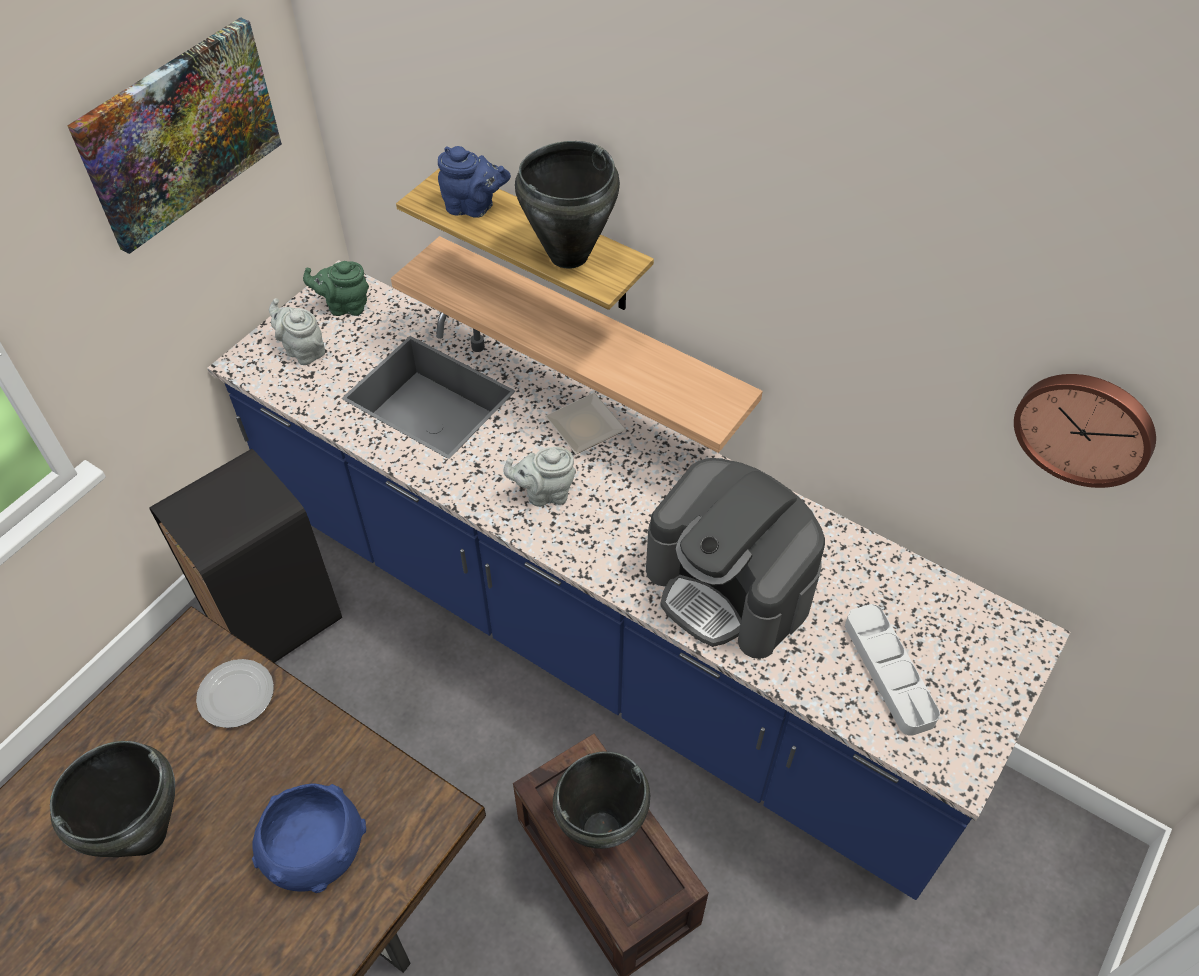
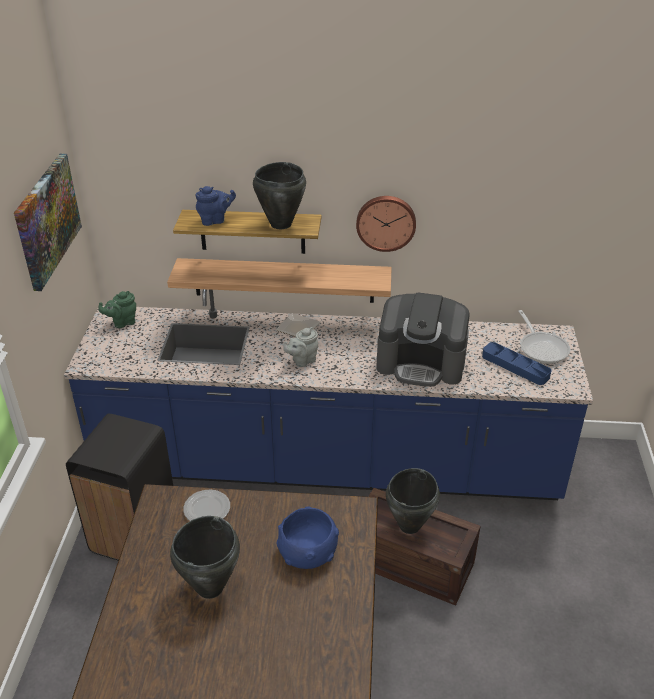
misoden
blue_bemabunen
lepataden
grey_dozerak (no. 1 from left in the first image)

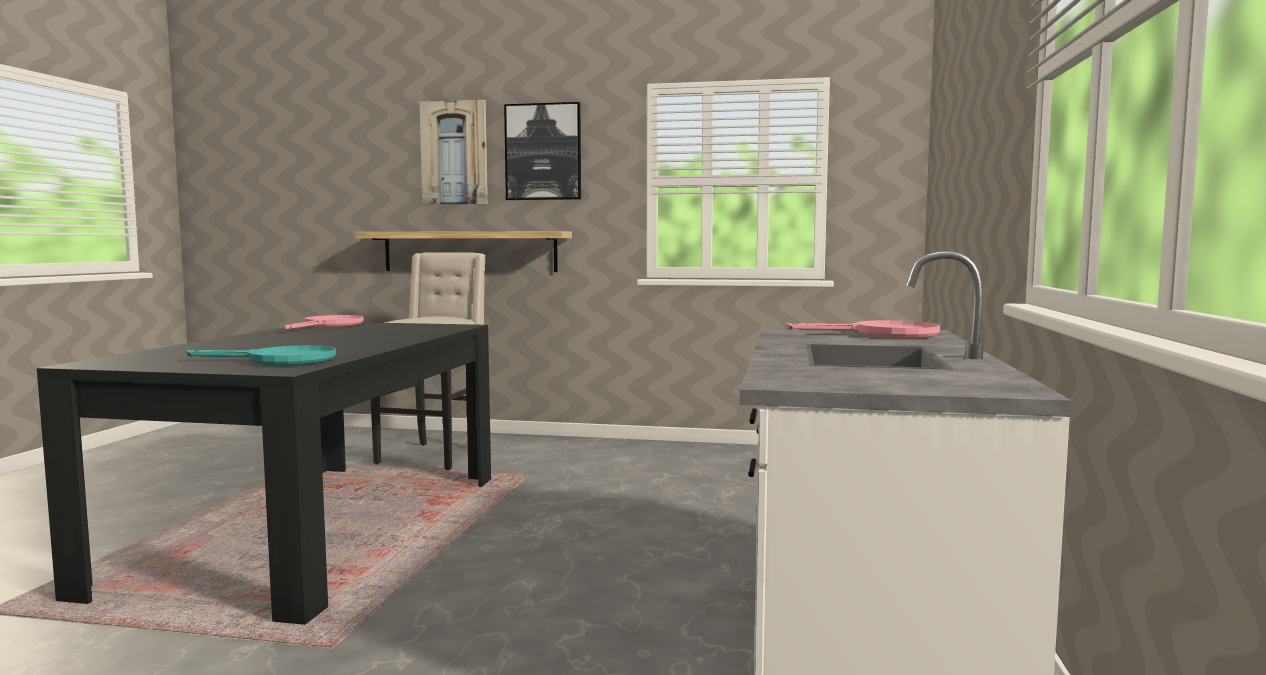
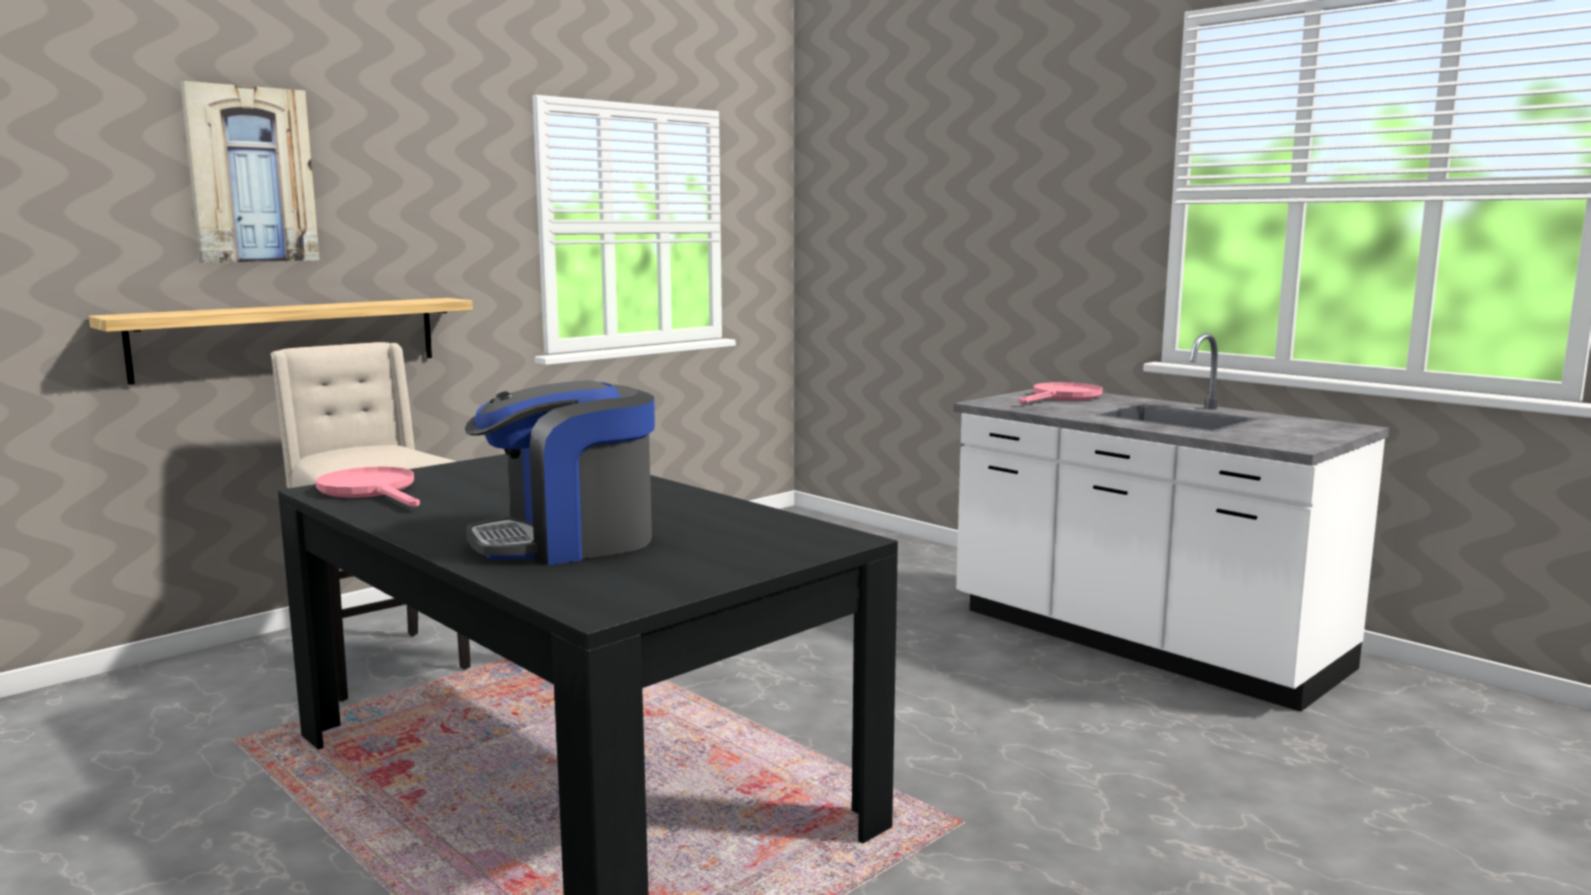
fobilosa
turquoise_lepataden
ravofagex (no. 2 from left in the first image)

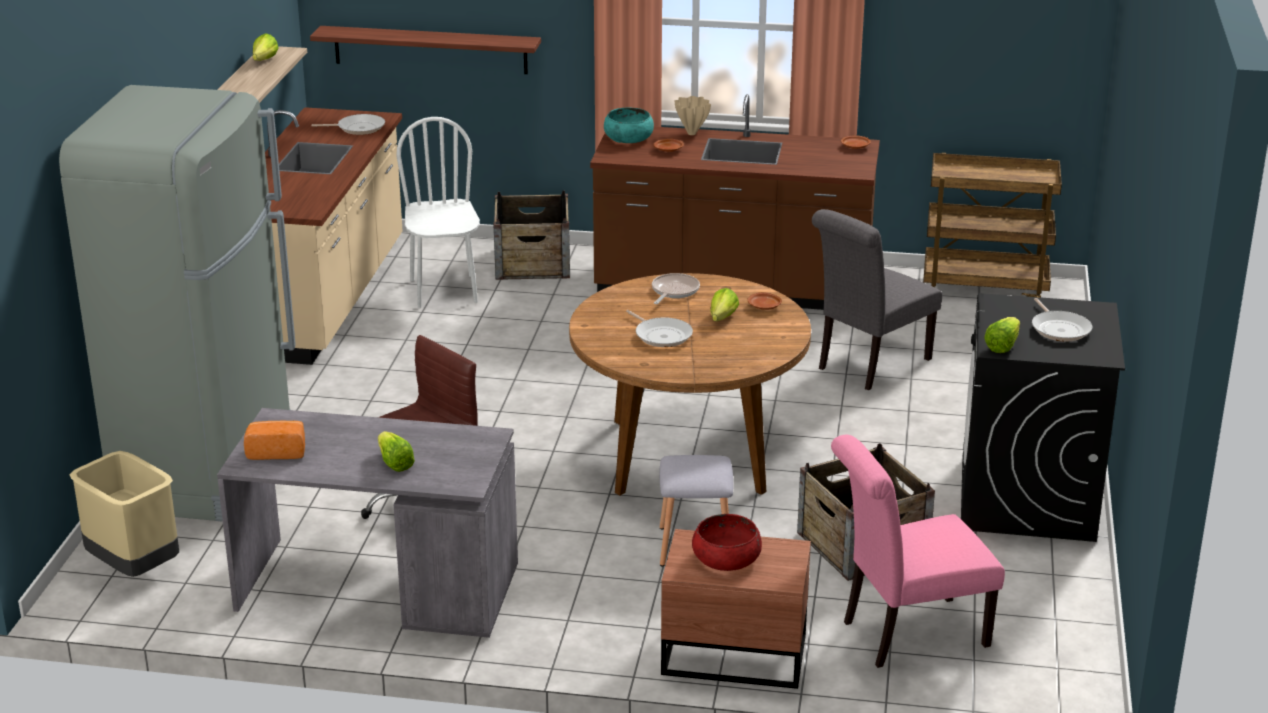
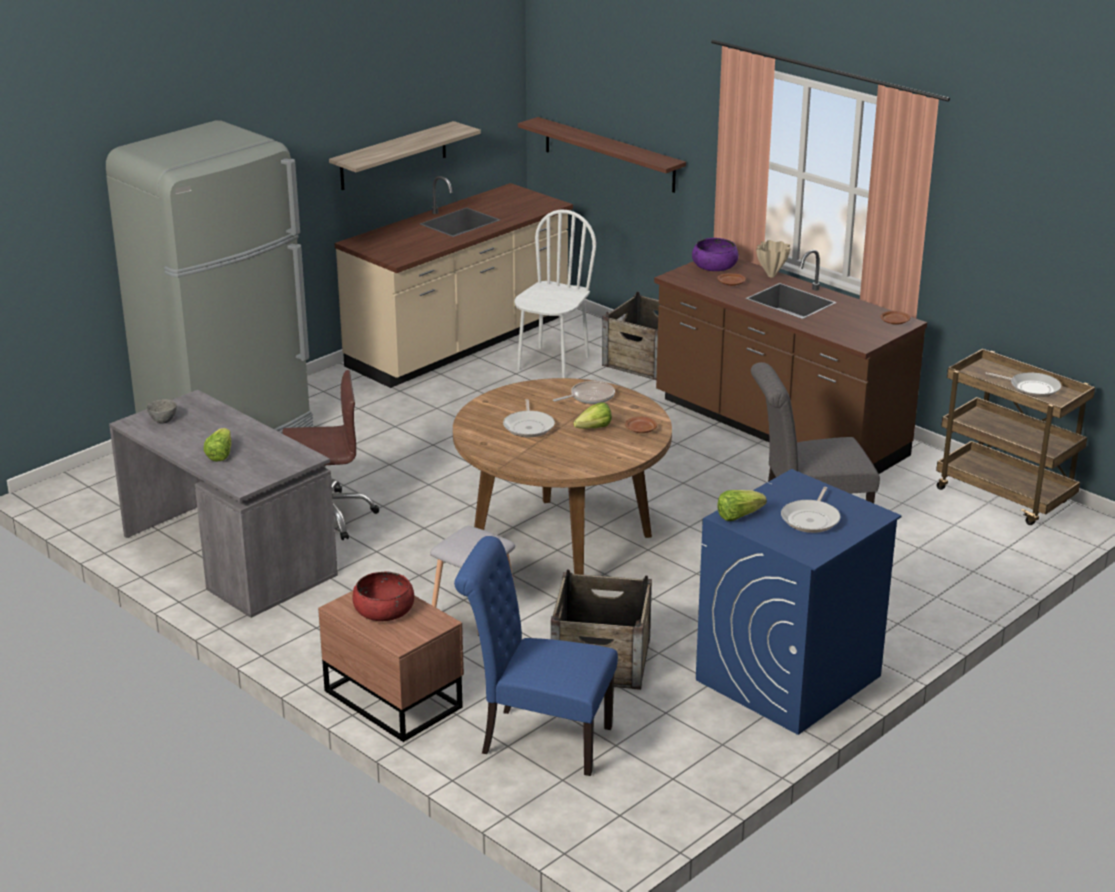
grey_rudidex
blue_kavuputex
purple_rudidex
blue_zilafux
lepataden (no. 4 from left)
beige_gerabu
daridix (no. 1 from left in the first image)

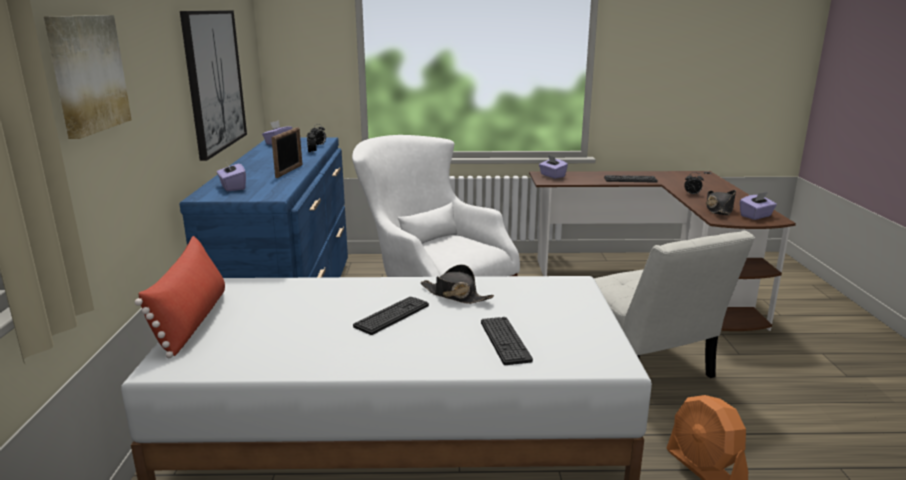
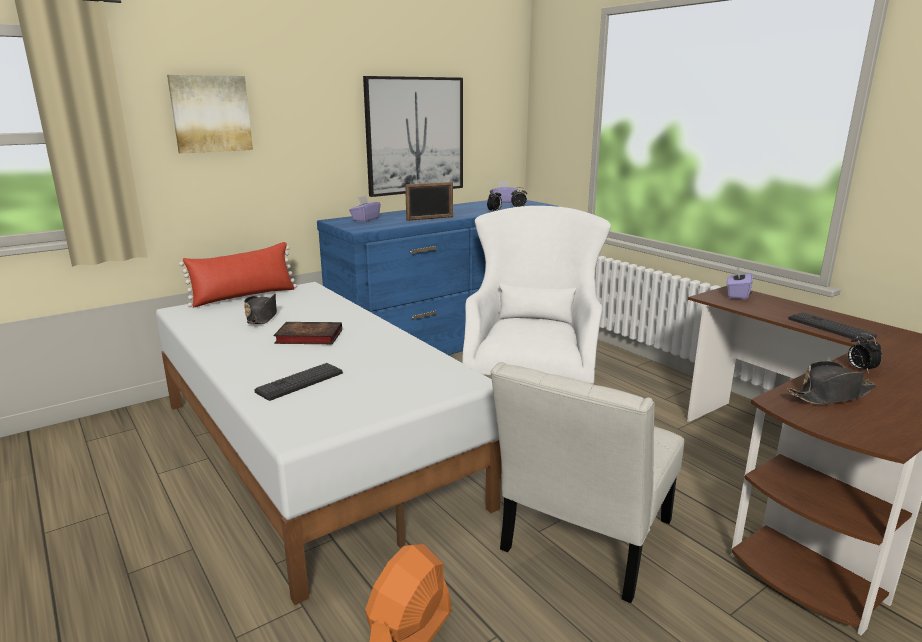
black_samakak (no. 1 from left)
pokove
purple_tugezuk (no. 4 from left in the first image)

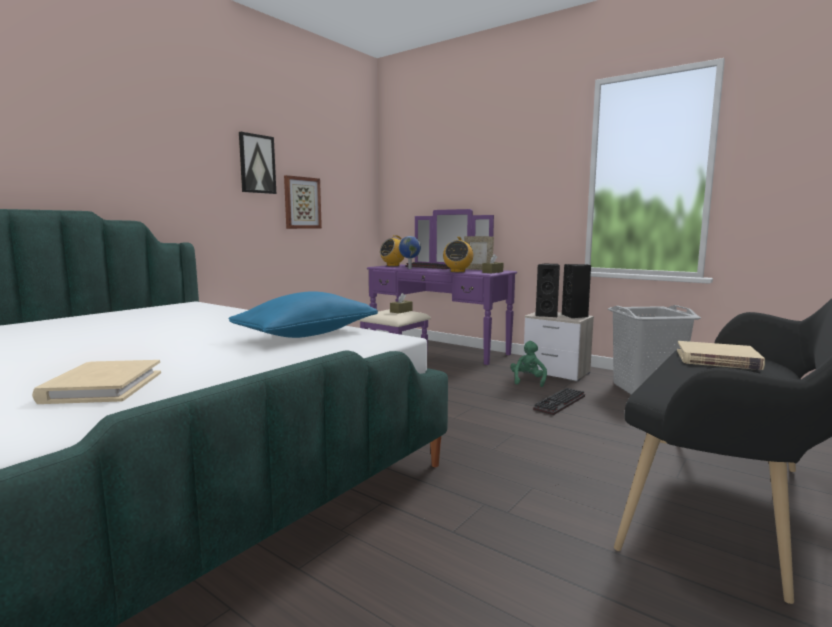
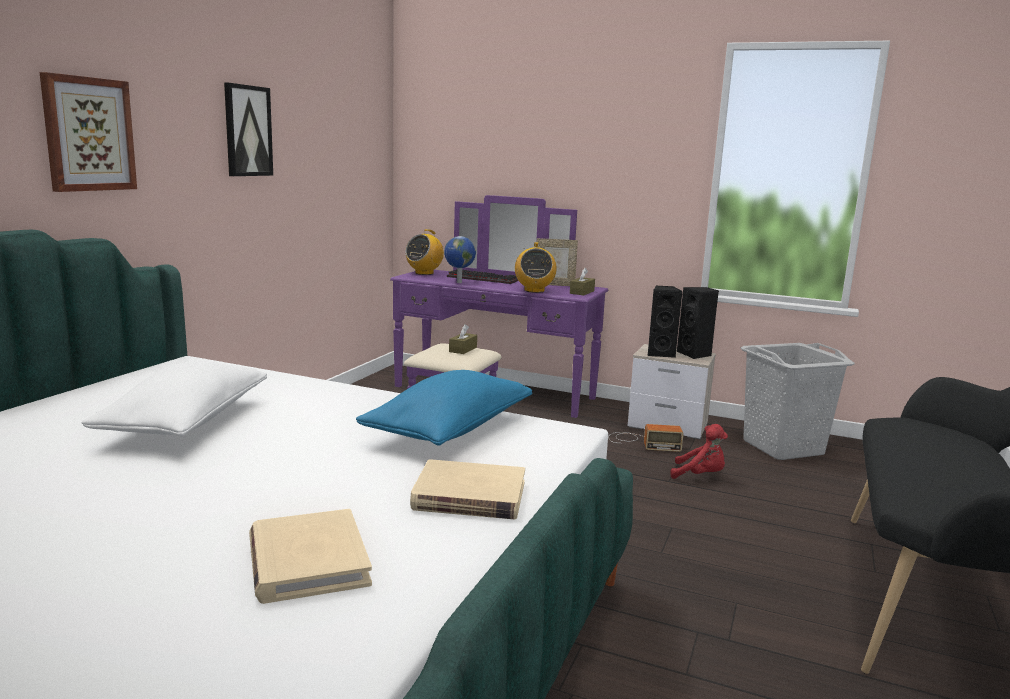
ravofagex (no. 1 from left)
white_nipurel
beige_pokove (no. 2 from left)
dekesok (no. 3 from left)
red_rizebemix

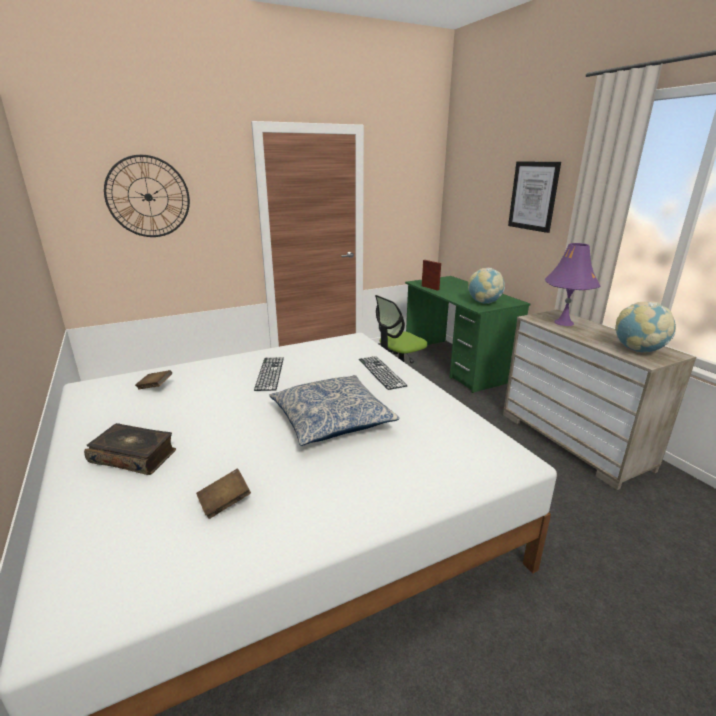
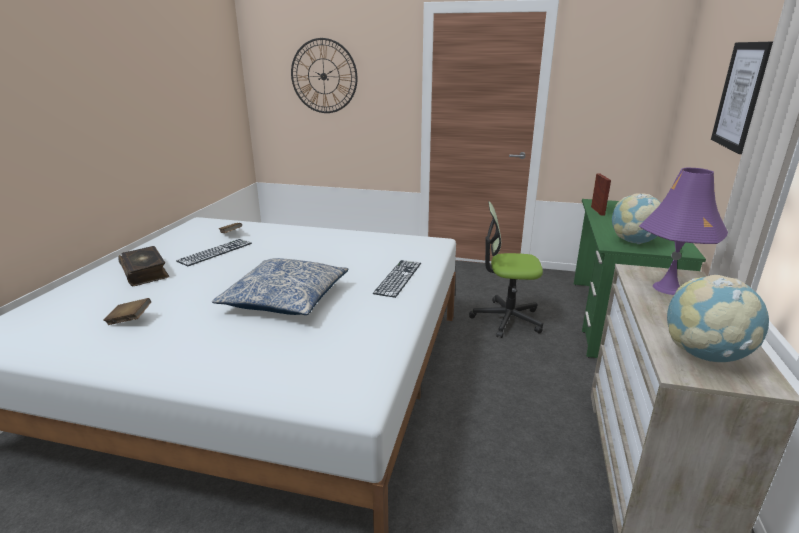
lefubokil (no. 1 from left)

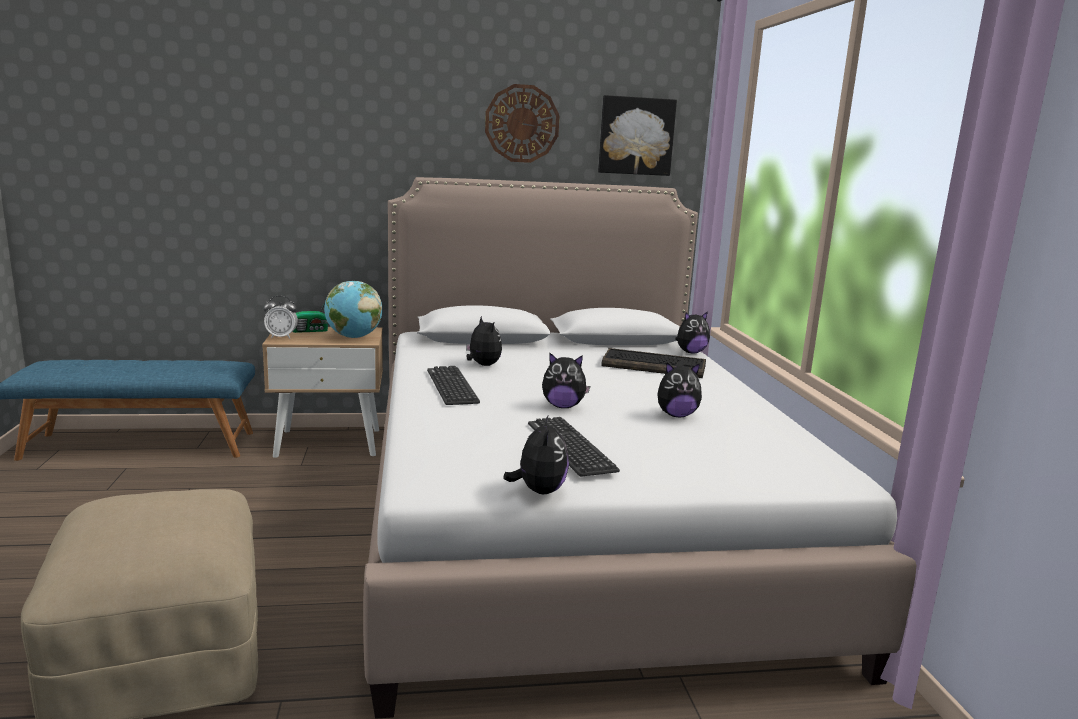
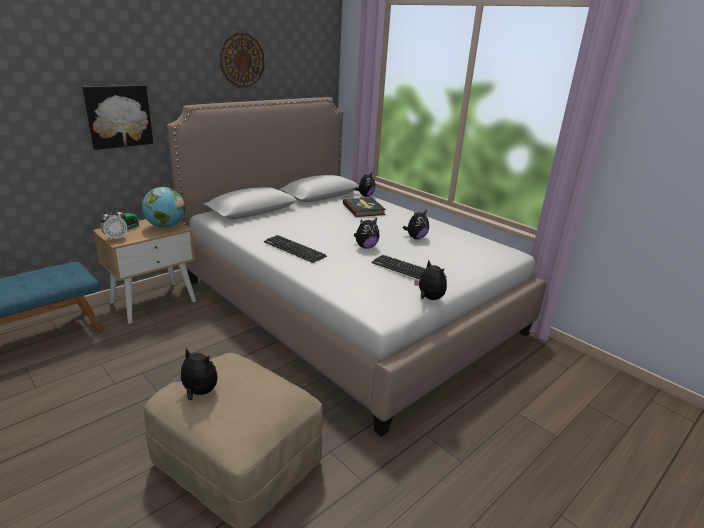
ravofagex
rizebemix (no. 1 from left)
pokove

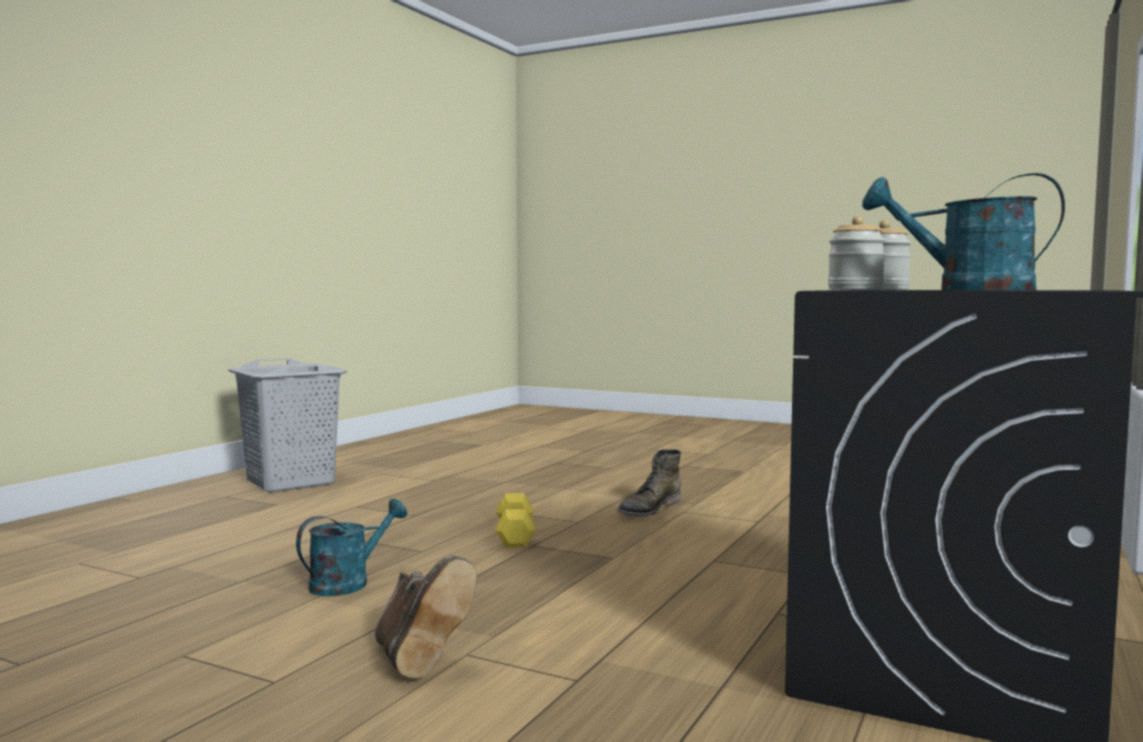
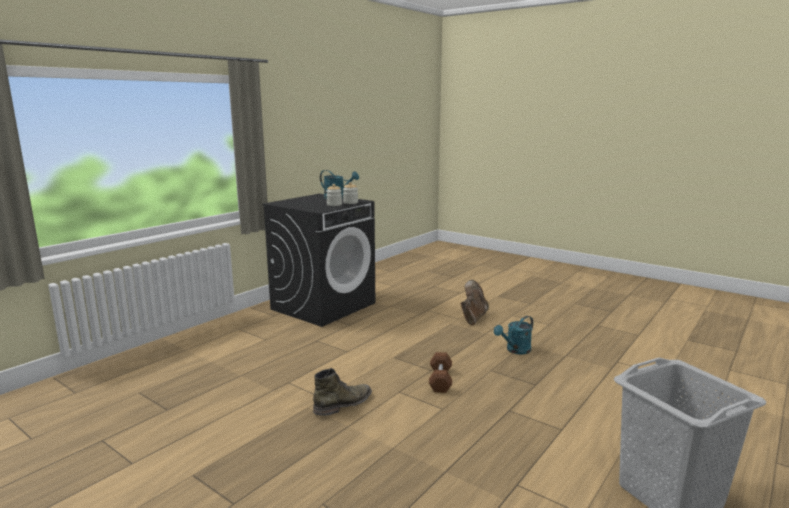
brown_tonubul
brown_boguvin

